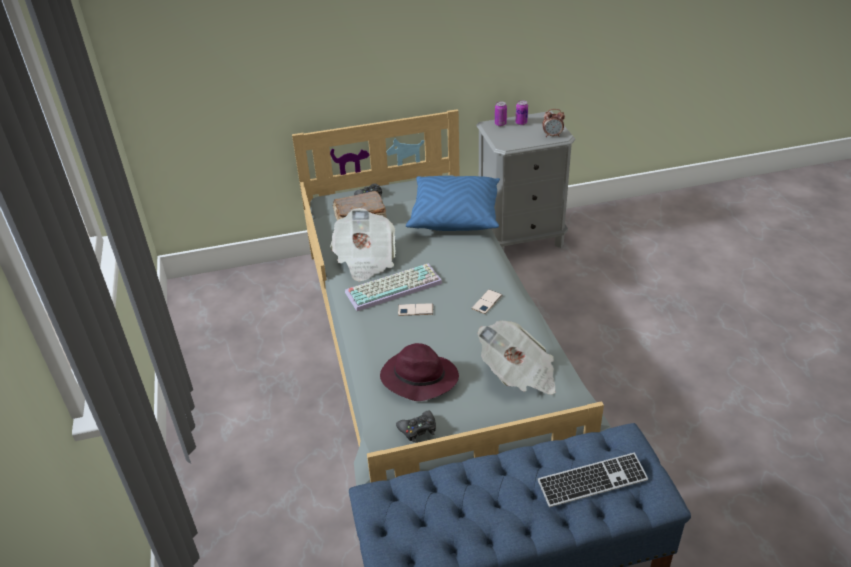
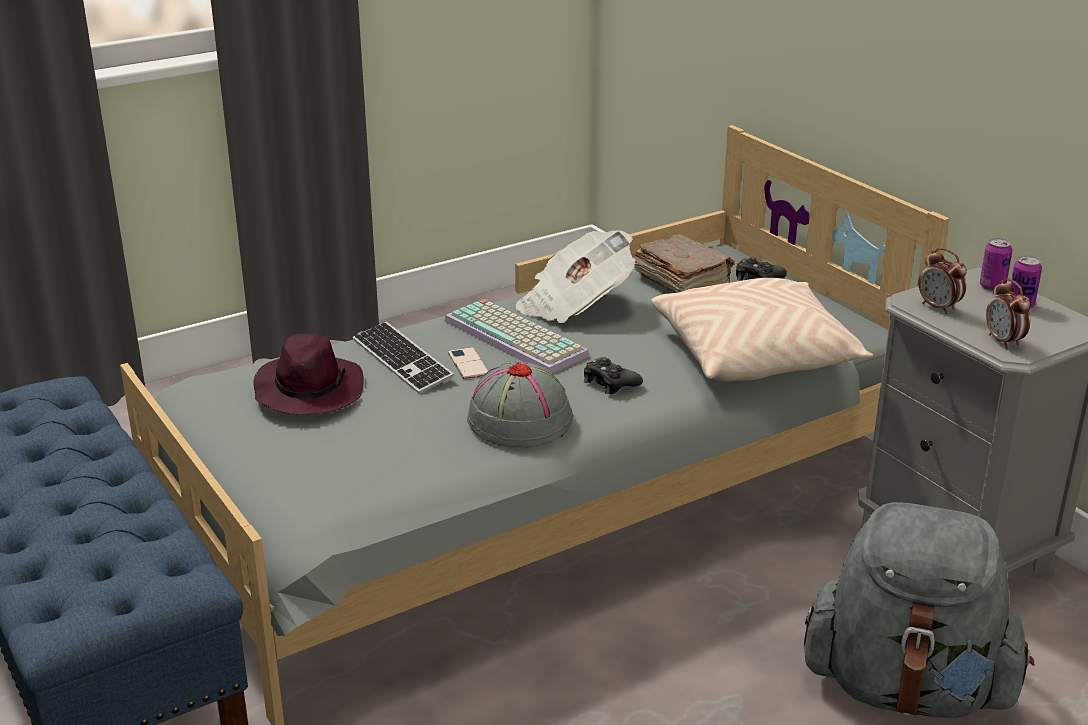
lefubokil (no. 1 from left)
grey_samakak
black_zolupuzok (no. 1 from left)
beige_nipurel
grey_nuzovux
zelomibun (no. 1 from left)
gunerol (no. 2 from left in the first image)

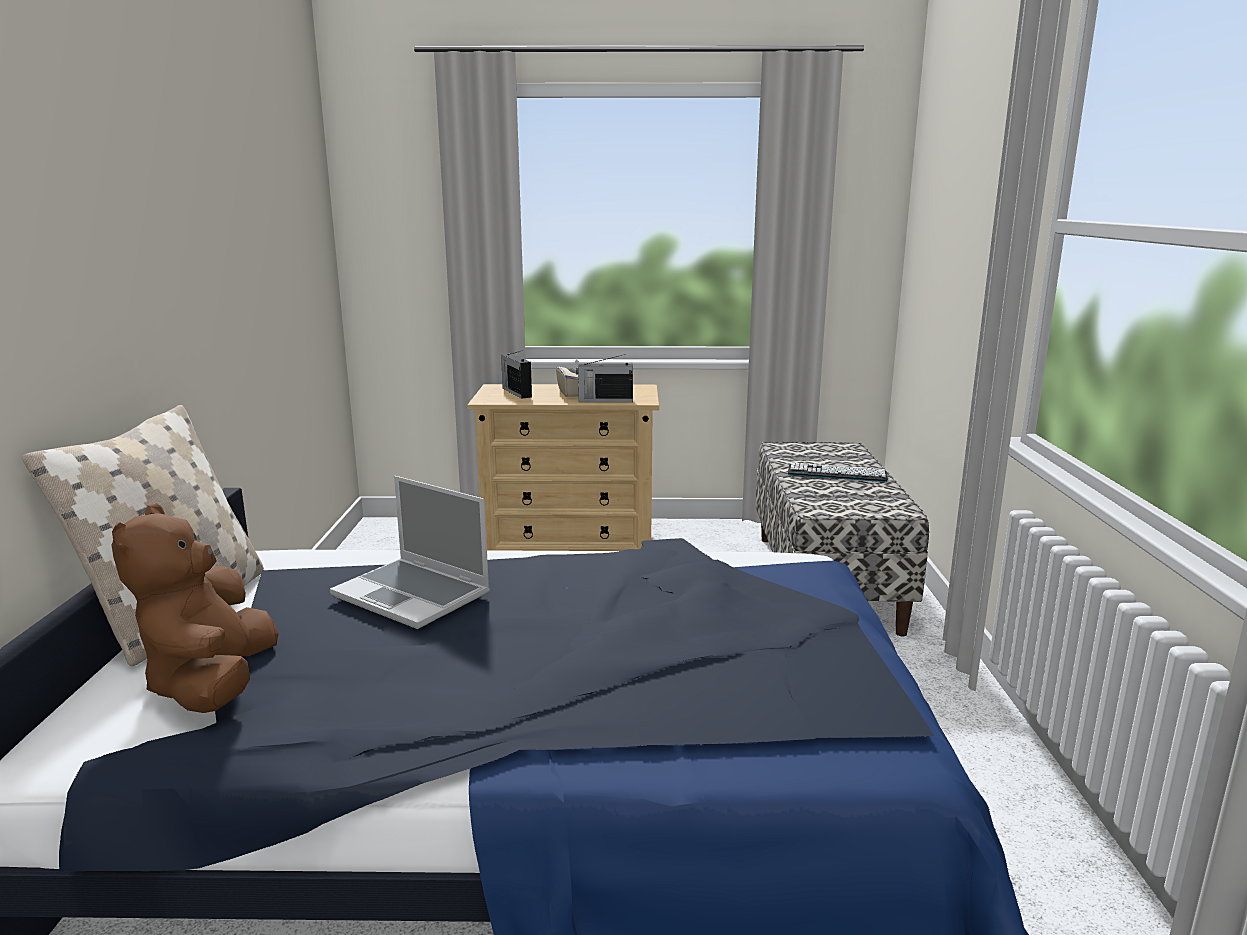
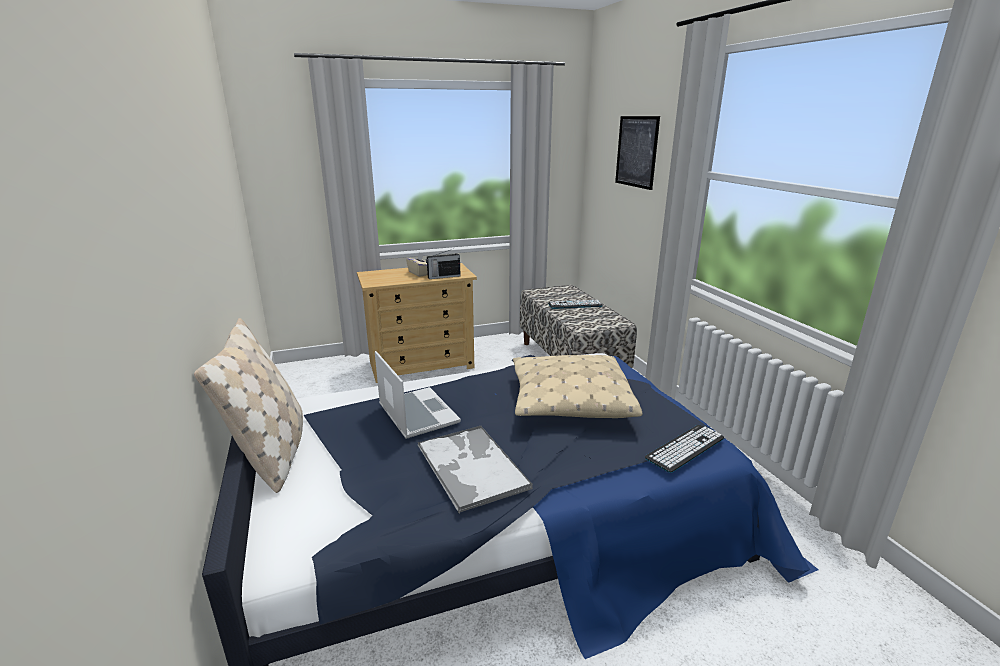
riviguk
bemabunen
beige_nipurel (no. 2 from left)
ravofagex
lefubokil (no. 2 from left)
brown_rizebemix
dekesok (no. 1 from left in the first image)

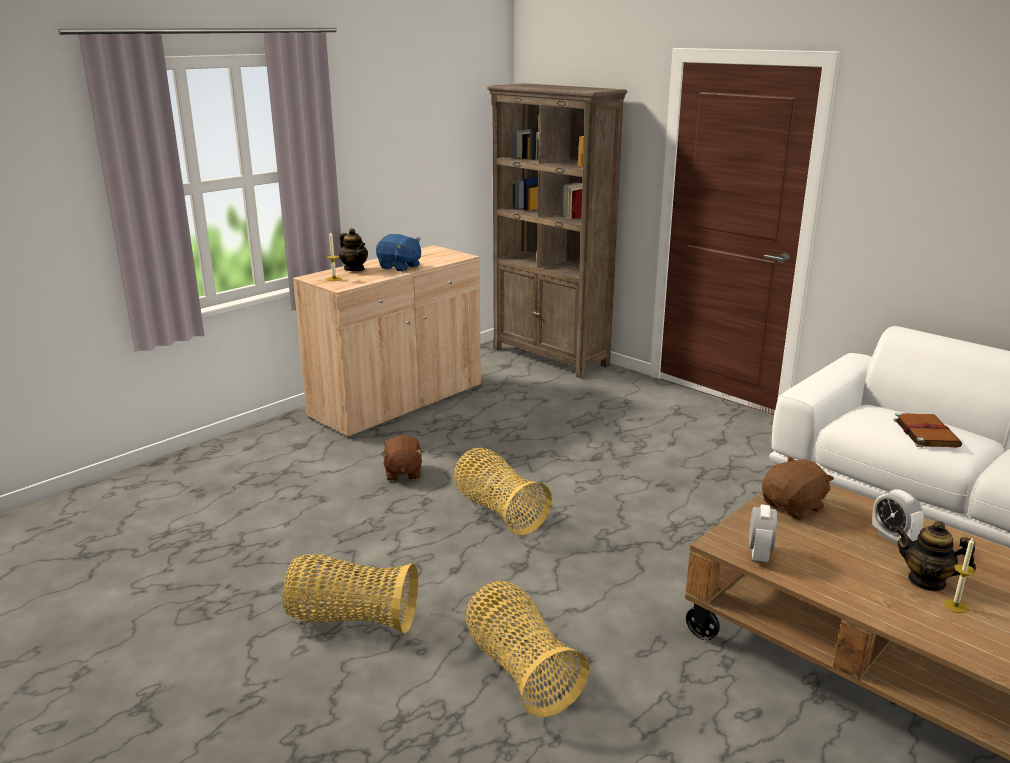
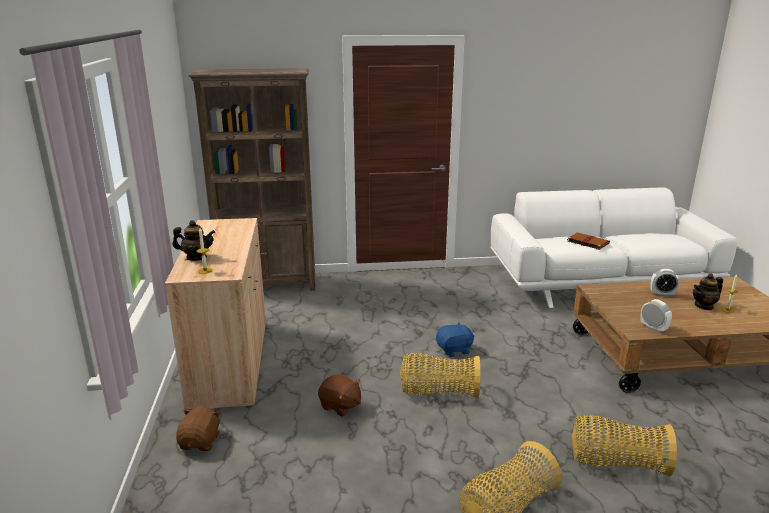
brown_rizebemix (no. 1 from left)
blue_rizebemix

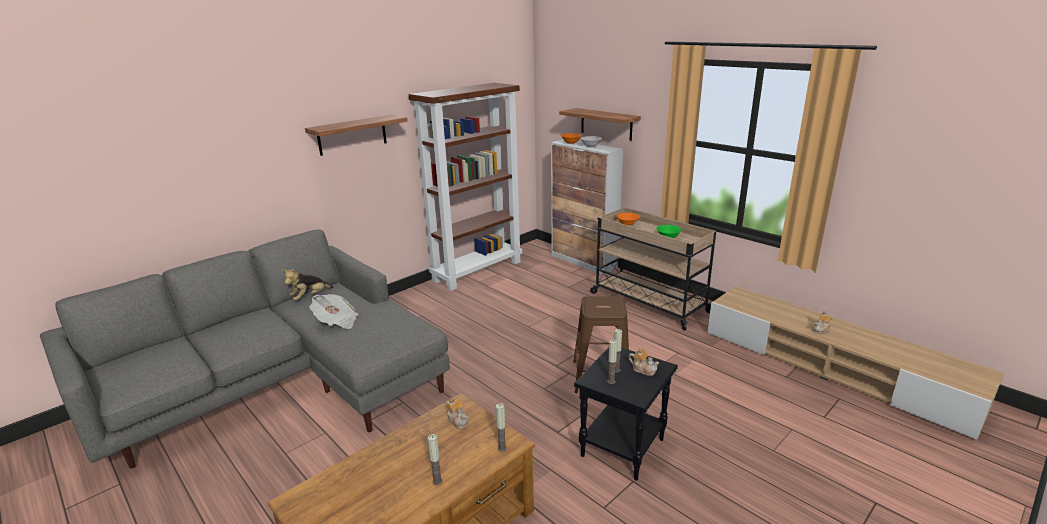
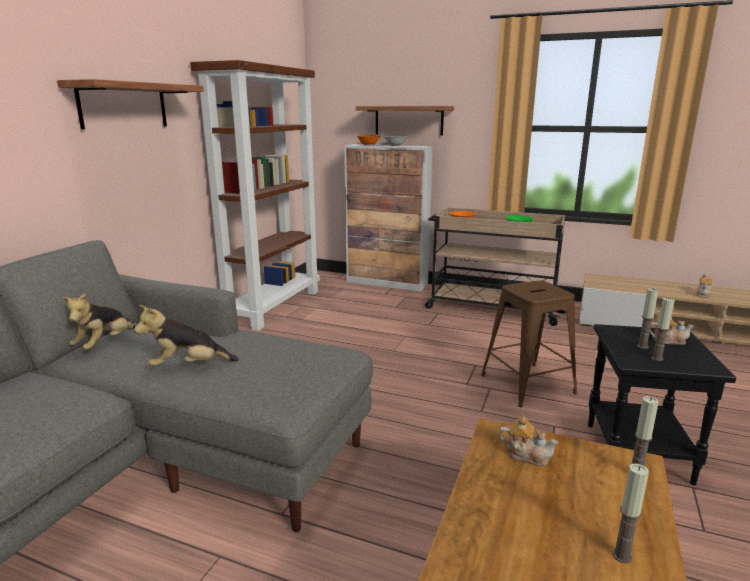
rizebemix (no. 2 from left)

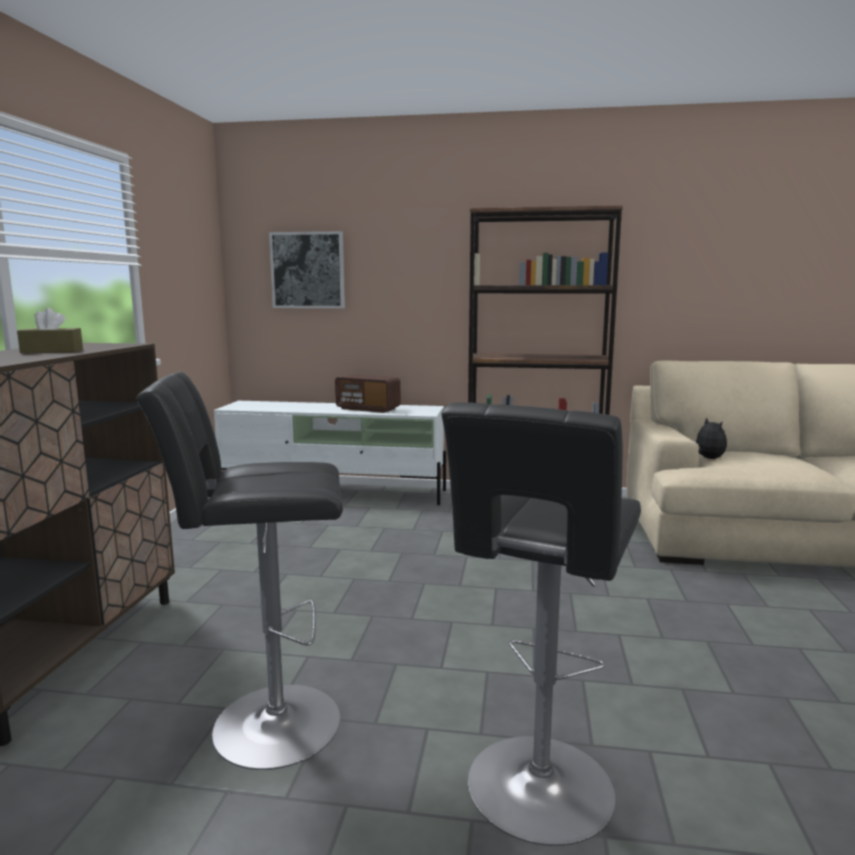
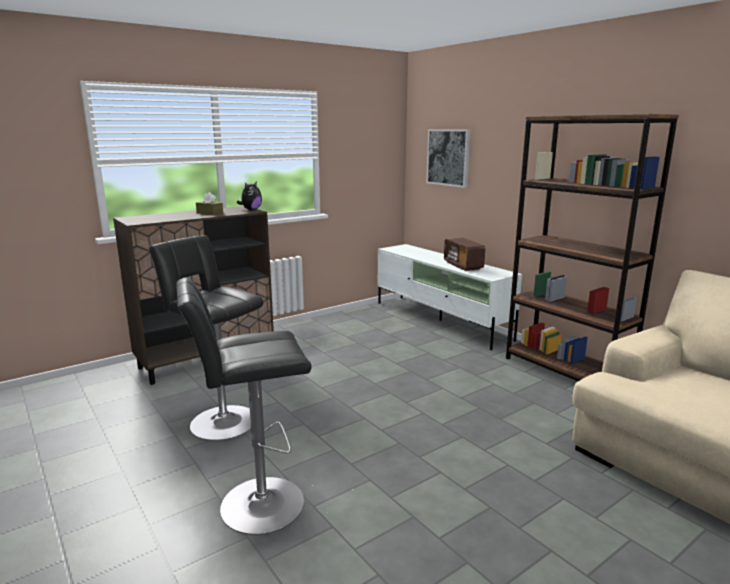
rizebemix

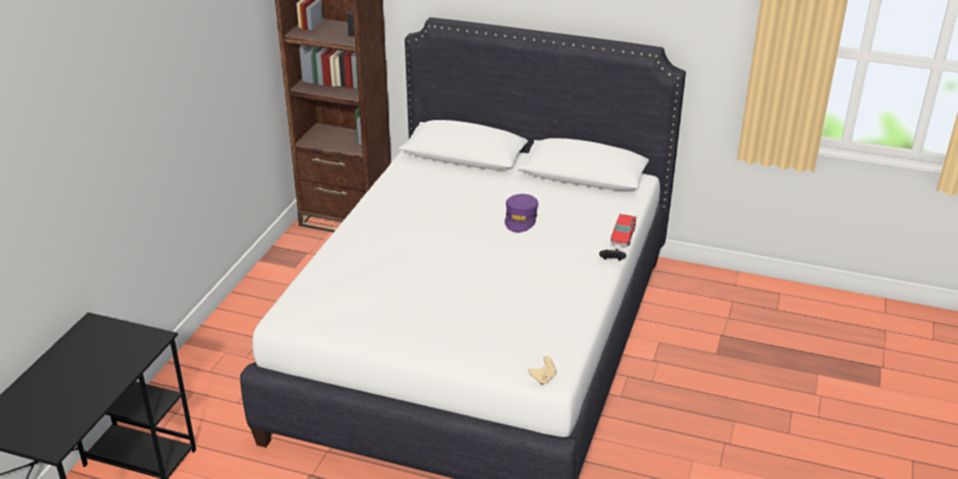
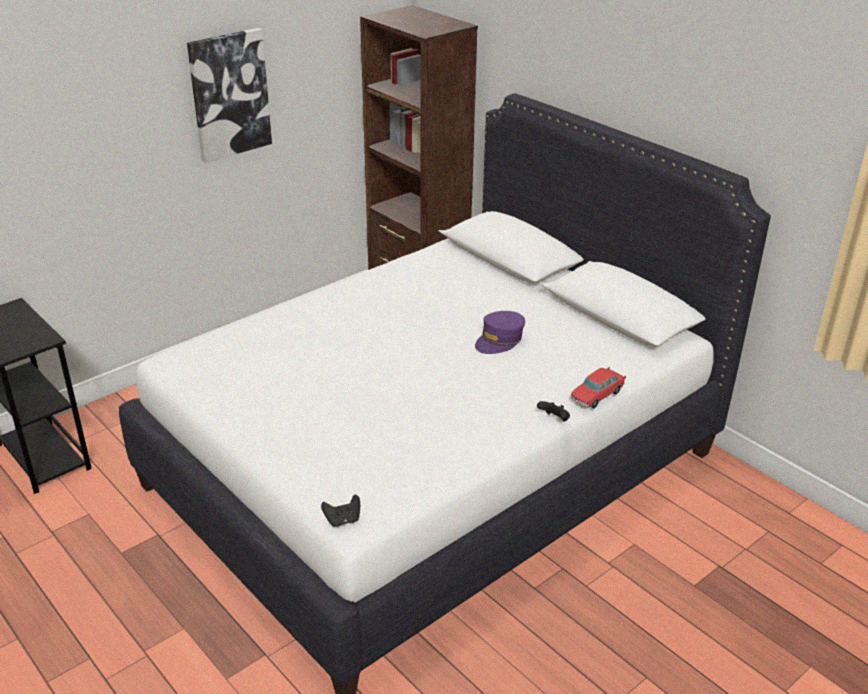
ravofagex
black_zolupuzok (no. 1 from left)

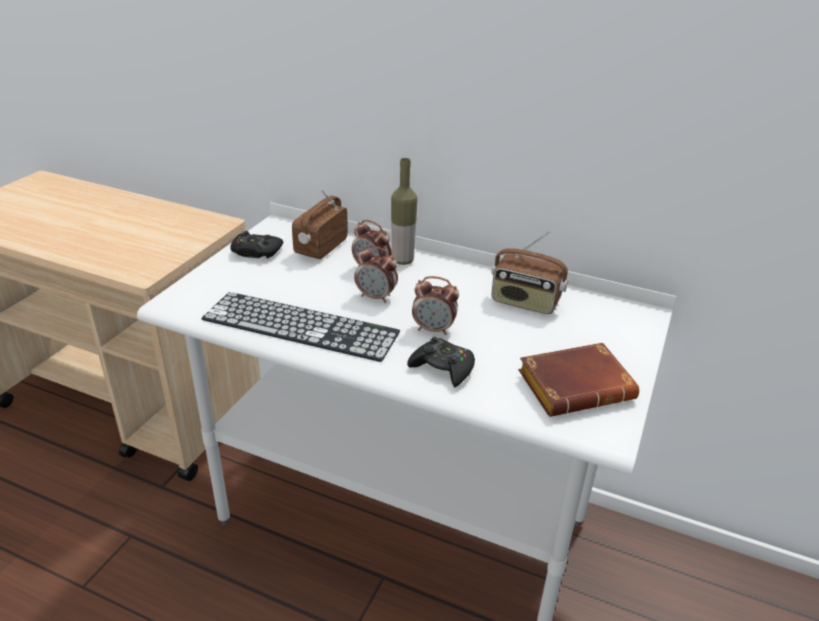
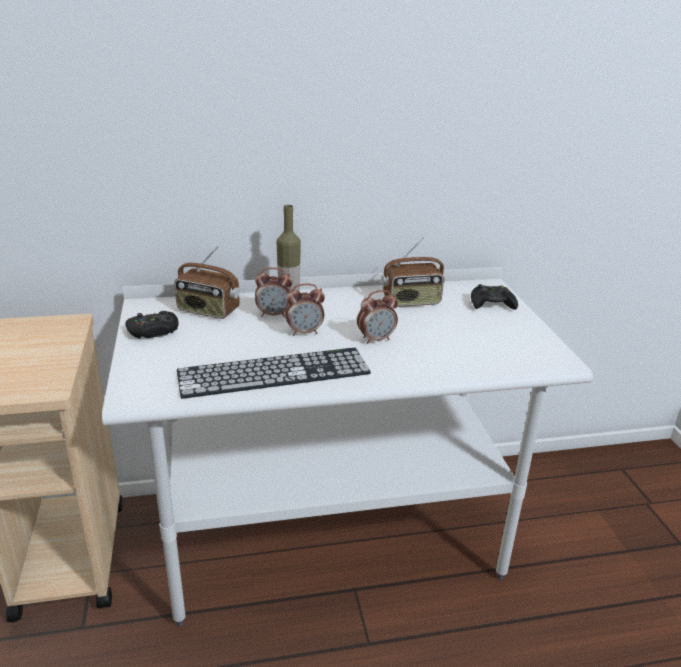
dekesok (no. 1 from left)
black_zolupuzok (no. 2 from left)
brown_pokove

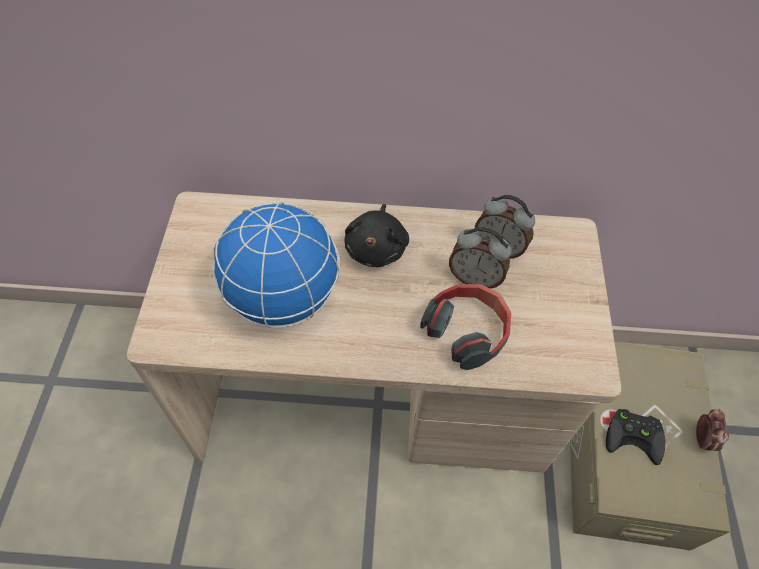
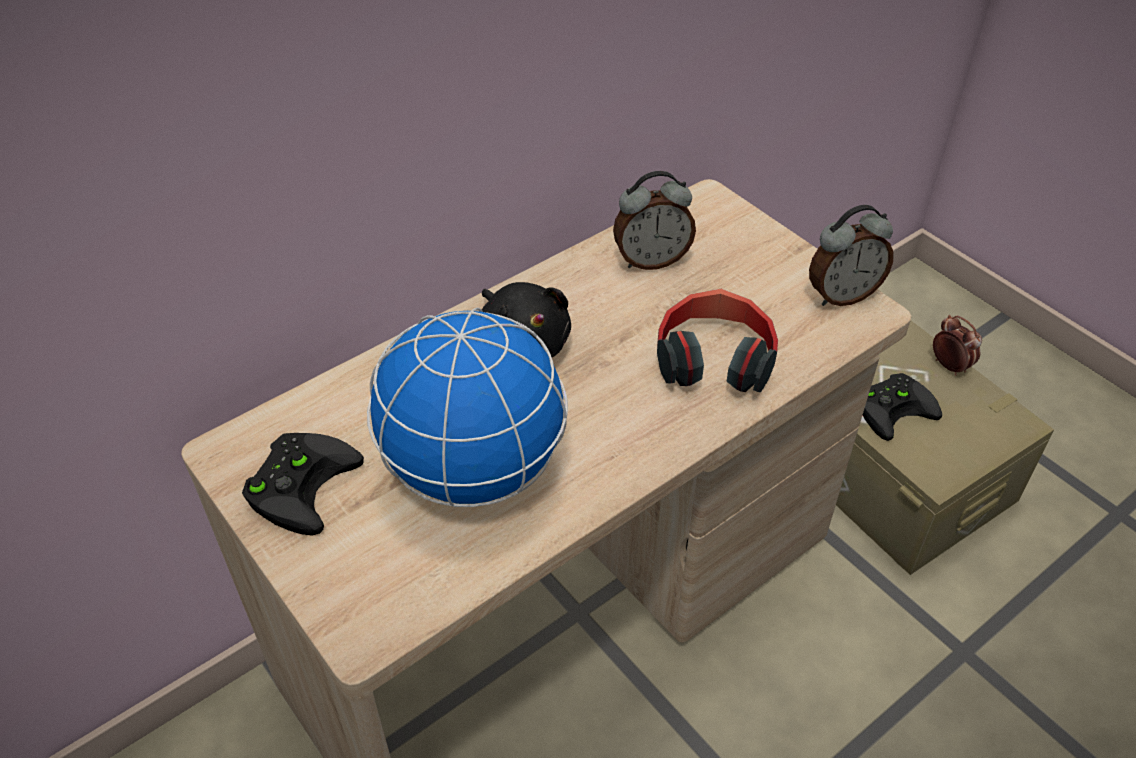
black_zolupuzok (no. 1 from left)
zelomibun (no. 2 from left)

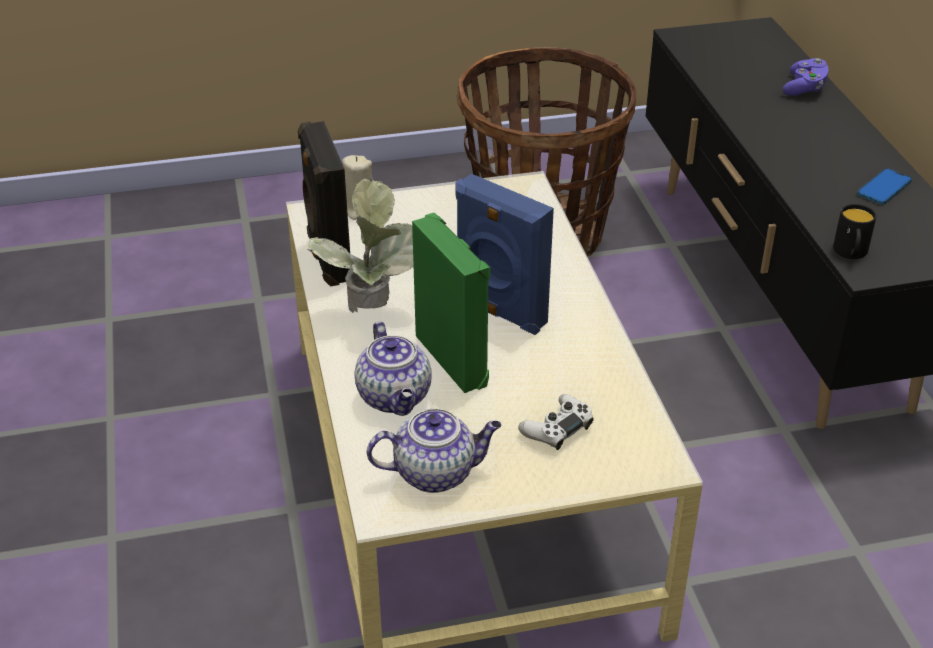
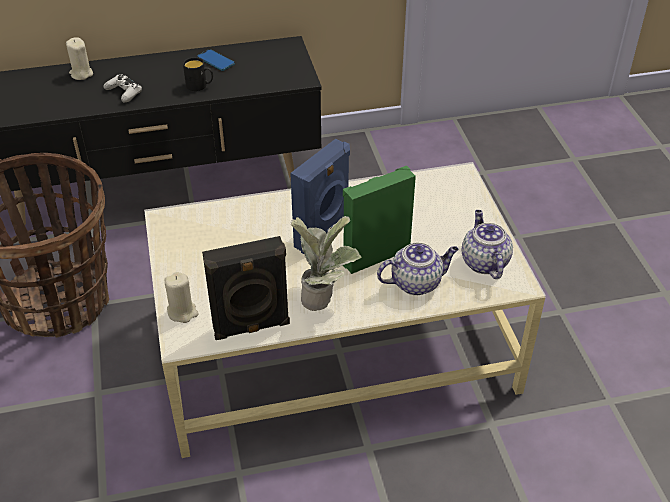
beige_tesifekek (no. 1 from left)
white_zolupuzok
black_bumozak

